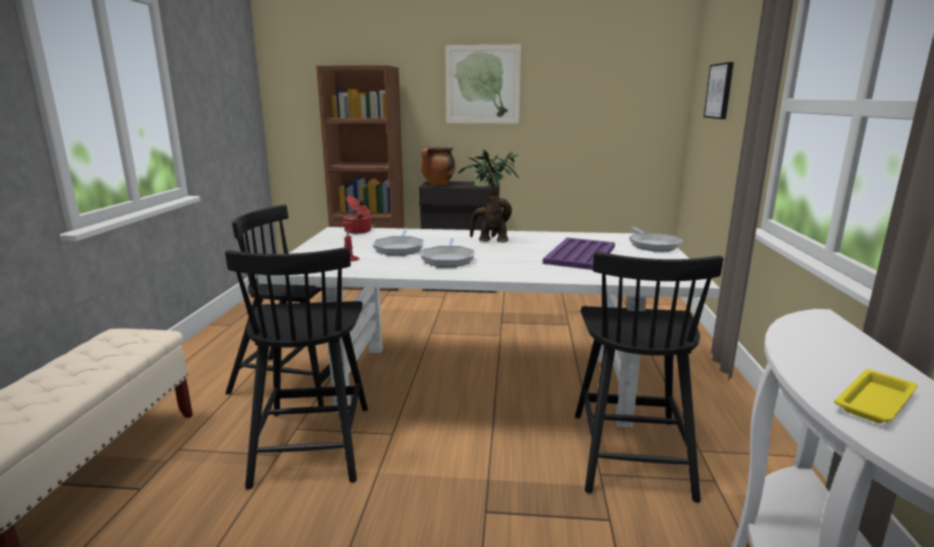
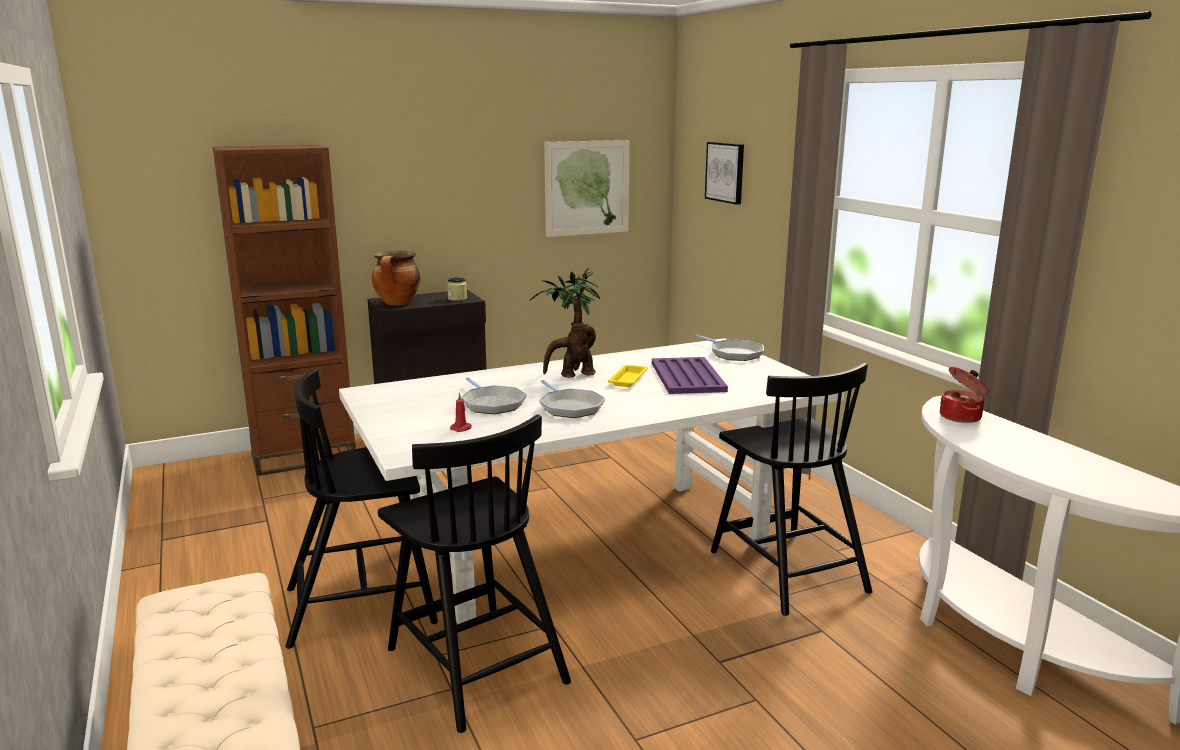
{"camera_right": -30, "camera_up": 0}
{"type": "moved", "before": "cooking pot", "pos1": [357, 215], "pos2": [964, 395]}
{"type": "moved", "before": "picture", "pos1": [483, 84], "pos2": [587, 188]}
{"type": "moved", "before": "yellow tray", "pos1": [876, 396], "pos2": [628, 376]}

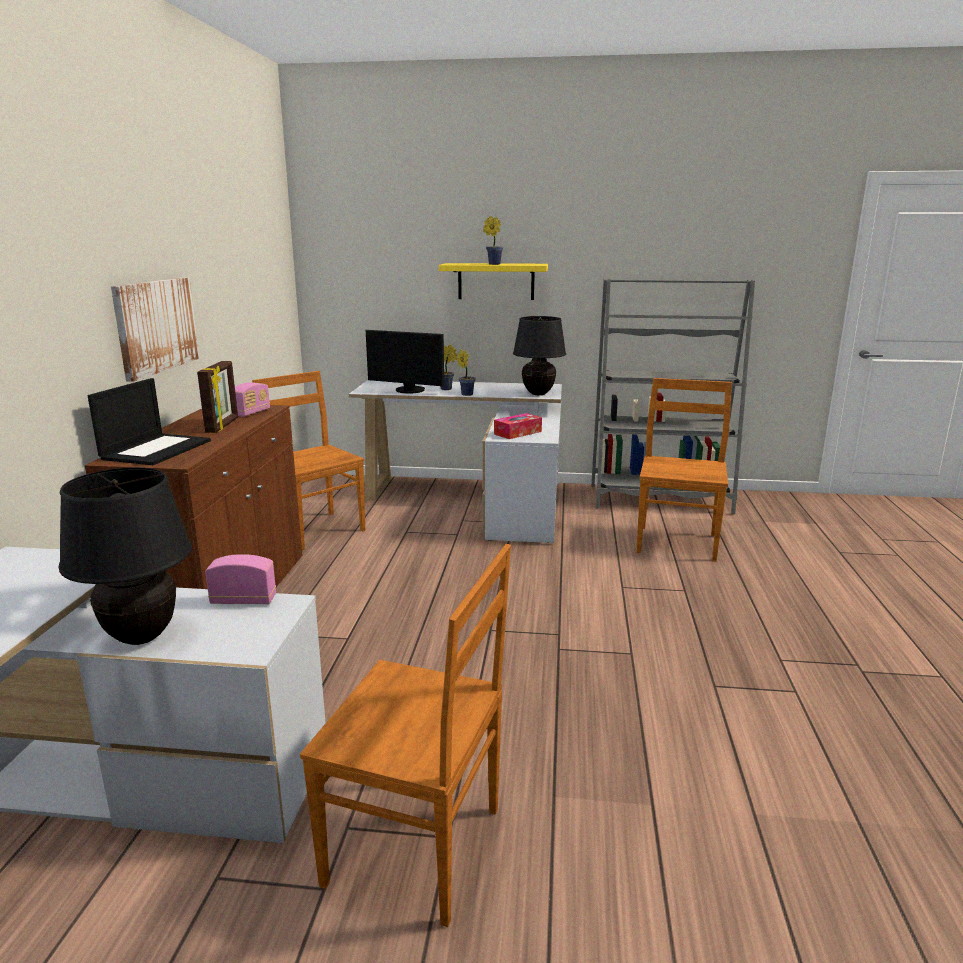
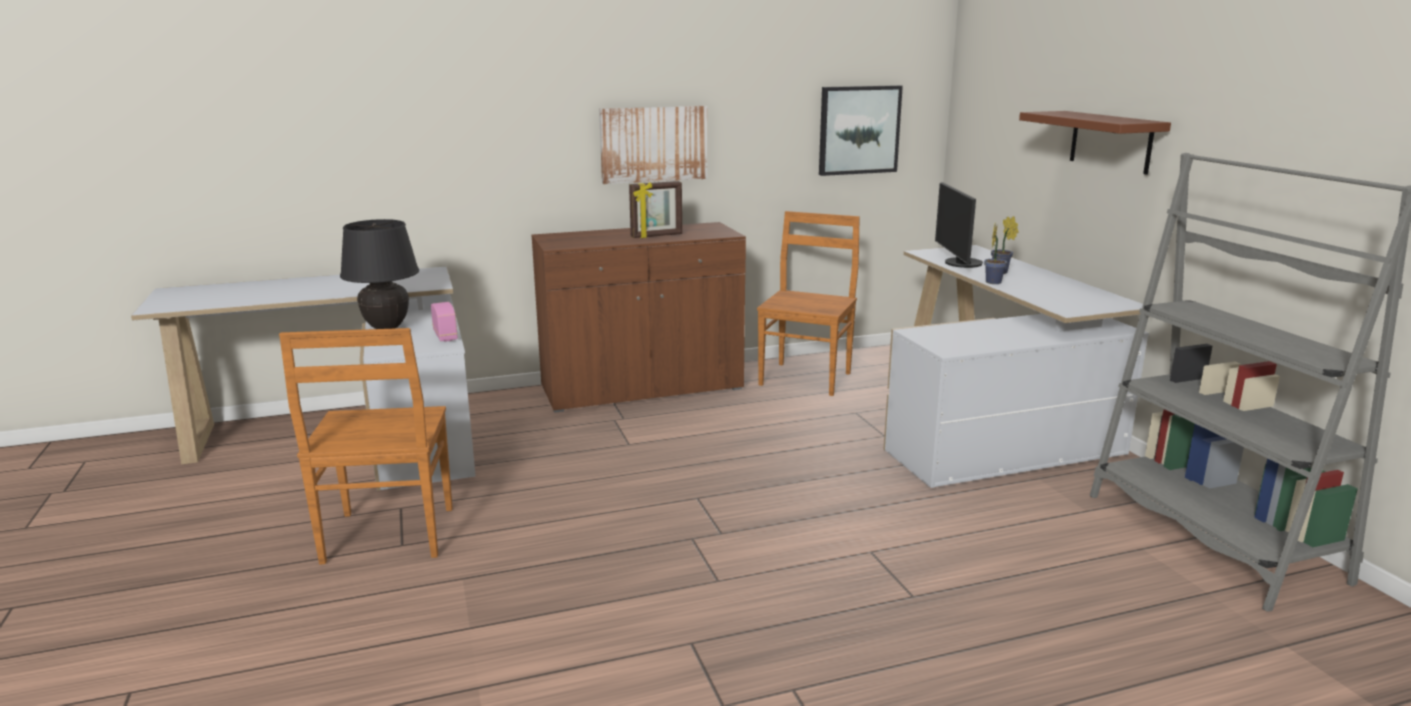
{"camera_right": 65, "camera_up": 0}
{"type": "removed", "before": "laptop", "pos1": [149, 421]}
{"type": "removed", "before": "radio", "pos1": [252, 399]}
{"type": "recoloured", "before": "yellow shelf", "after": "brown shelf", "pos1": [493, 281], "pos2": [1095, 143]}
{"type": "removed", "before": "potted plant", "pos1": [493, 240]}
{"type": "removed", "before": "tissue box", "pos1": [518, 426]}
{"type": "removed", "before": "black table lamp", "pos1": [539, 355]}
{"type": "removed", "before": "brown chair", "pos1": [684, 470]}
{"type": "added", "after": "picture", "pos2": [861, 130]}

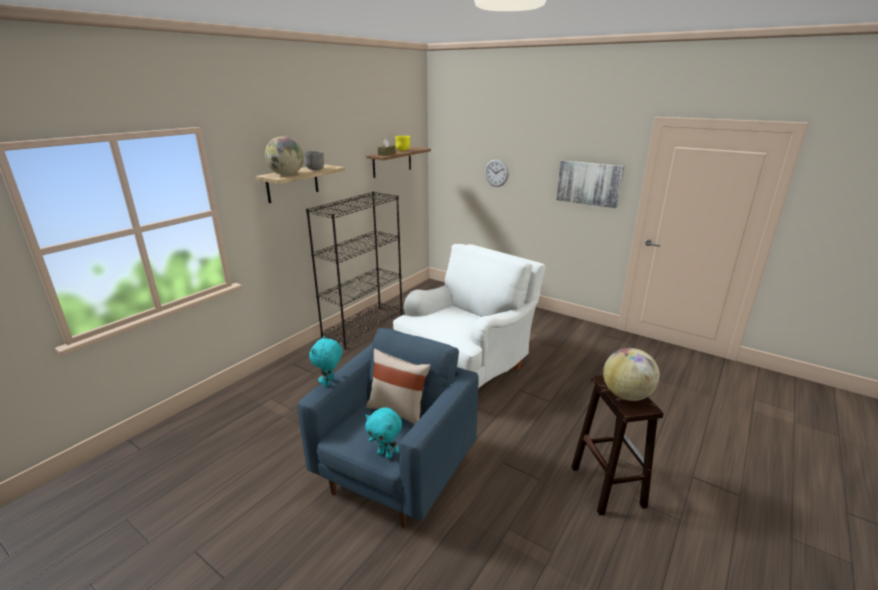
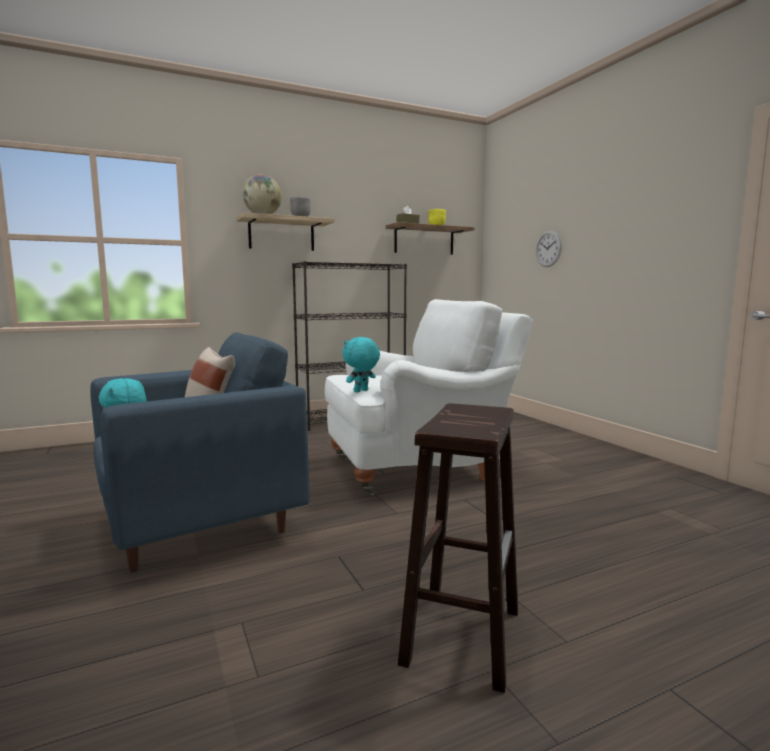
{"camera_right": 30, "camera_up": -15}
{"type": "moved", "before": "turquoise plush toy", "pos1": [325, 361], "pos2": [361, 364]}
{"type": "removed", "before": "picture", "pos1": [590, 184]}
{"type": "removed", "before": "globe", "pos1": [631, 374]}

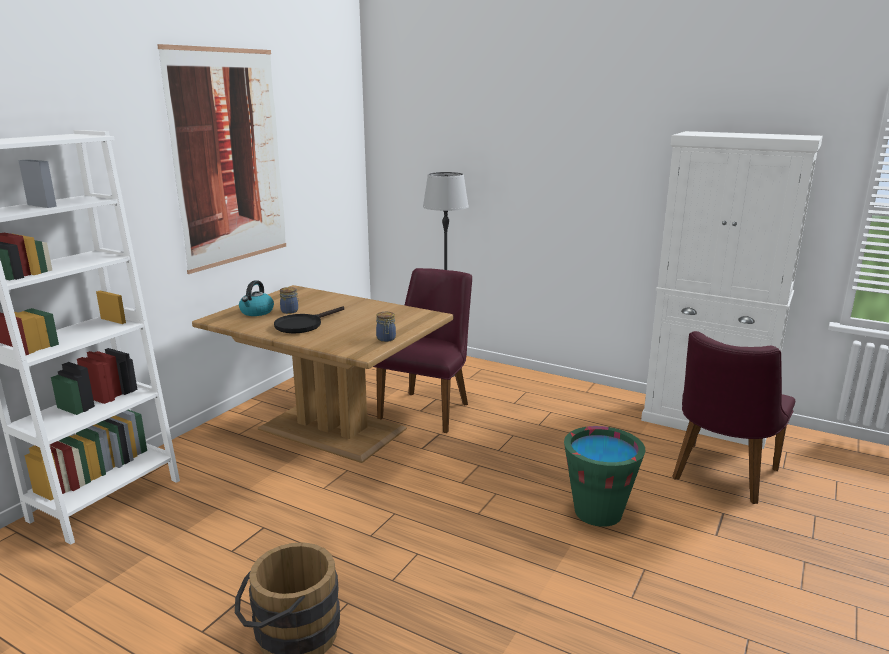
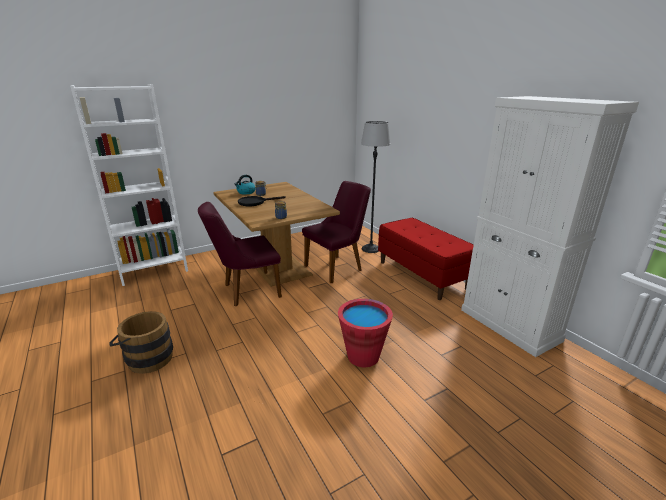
{"camera_right": 30, "camera_up": 5}
{"type": "removed", "before": "picture", "pos1": [221, 159]}
{"type": "recoloured", "before": "green bucket", "after": "red bucket", "pos1": [605, 476], "pos2": [365, 333]}
{"type": "moved", "before": "purple chair", "pos1": [733, 417], "pos2": [240, 254]}
{"type": "added", "after": "red bench", "pos2": [426, 259]}

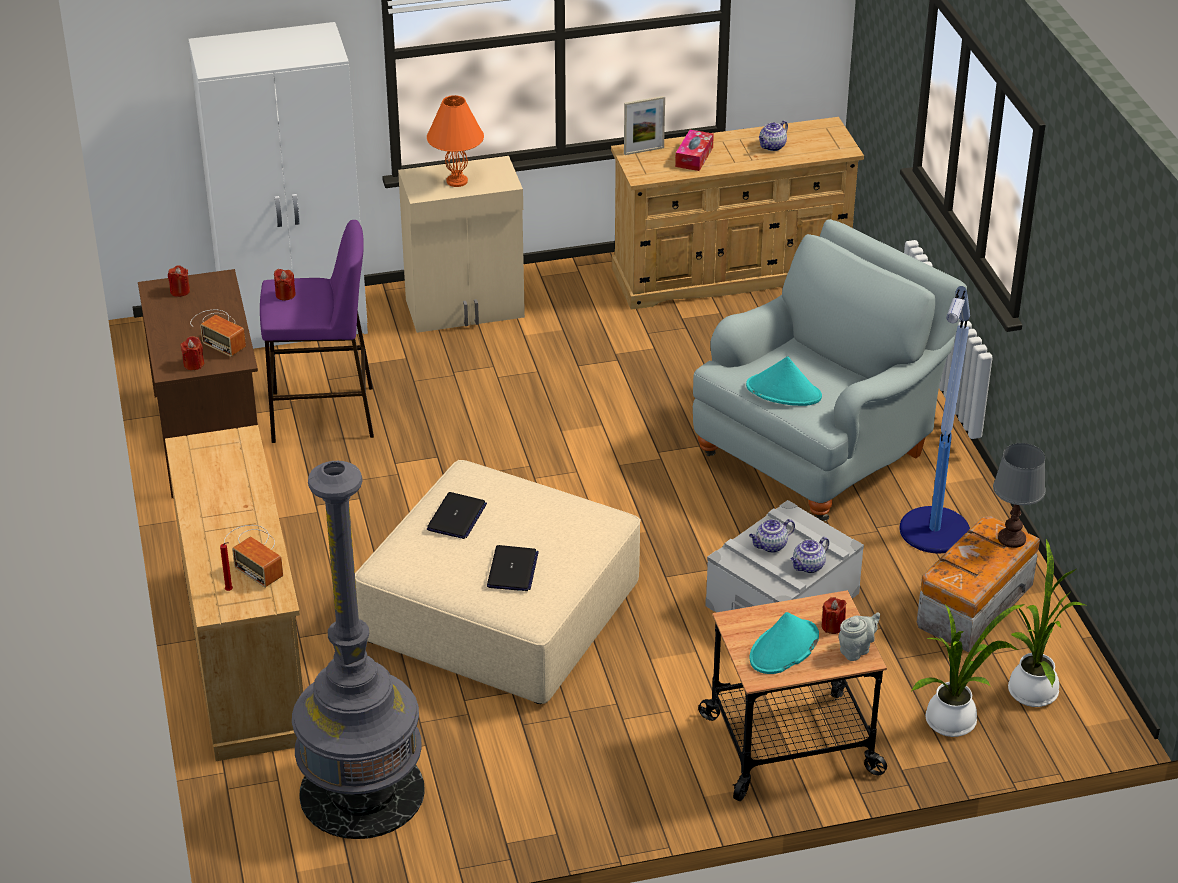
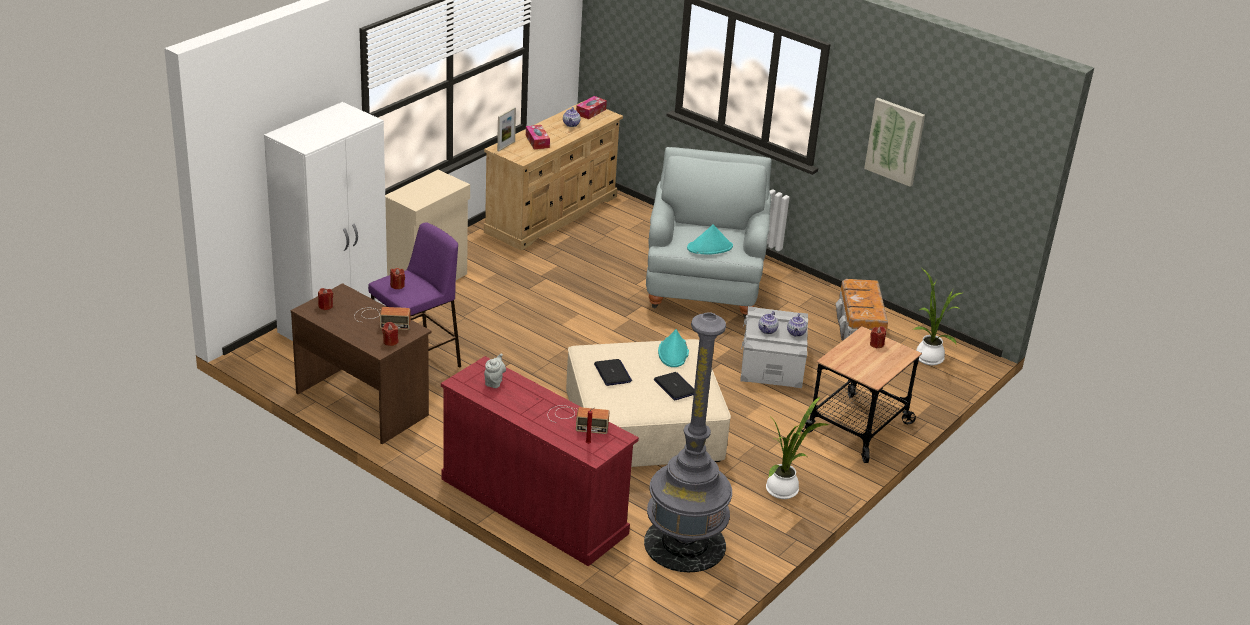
{"camera_right": -40, "camera_up": -5}
{"type": "recoloured", "before": "beige dresser", "after": "red dresser", "pos1": [234, 593], "pos2": [540, 461]}
{"type": "removed", "before": "orange table lamp", "pos1": [455, 141]}
{"type": "moved", "before": "turquoise hat", "pos1": [784, 643], "pos2": [673, 348]}
{"type": "moved", "before": "grey teapot", "pos1": [859, 636], "pos2": [495, 370]}
{"type": "removed", "before": "floor lamp", "pos1": [934, 419]}
{"type": "moved", "before": "potted plant", "pos1": [968, 670], "pos2": [797, 448]}
{"type": "removed", "before": "grey table lamp", "pos1": [1019, 495]}
{"type": "added", "after": "tissue box", "pos2": [591, 107]}
{"type": "added", "after": "picture", "pos2": [894, 142]}

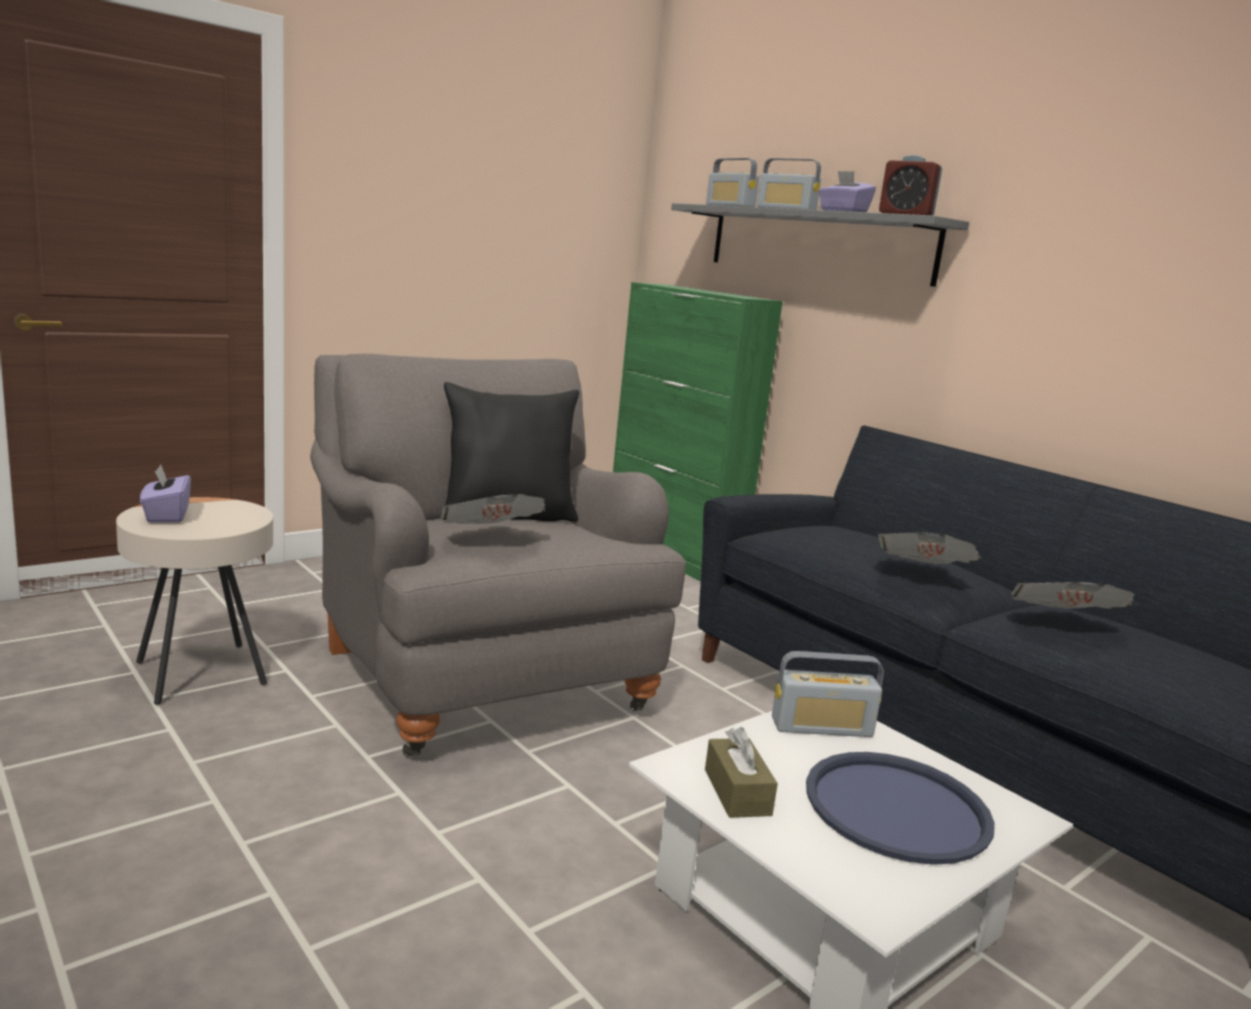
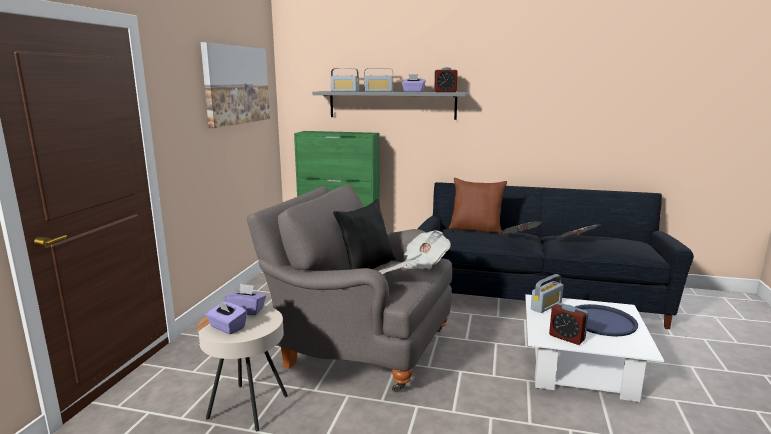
{"camera_right": -35, "camera_up": 0}
{"type": "replaced", "before": "brown tissue box", "after": "alarm clock", "pos1": [741, 772], "pos2": [569, 324]}
{"type": "added", "after": "picture", "pos2": [235, 85]}
{"type": "added", "after": "purple tissue box", "pos2": [245, 299]}
{"type": "added", "after": "newspaper", "pos2": [427, 249]}
{"type": "added", "after": "brown pillow", "pos2": [478, 205]}

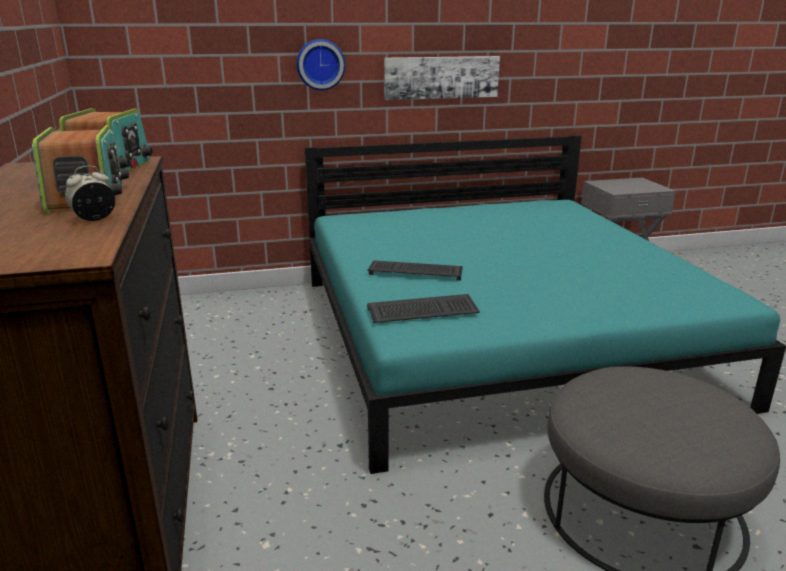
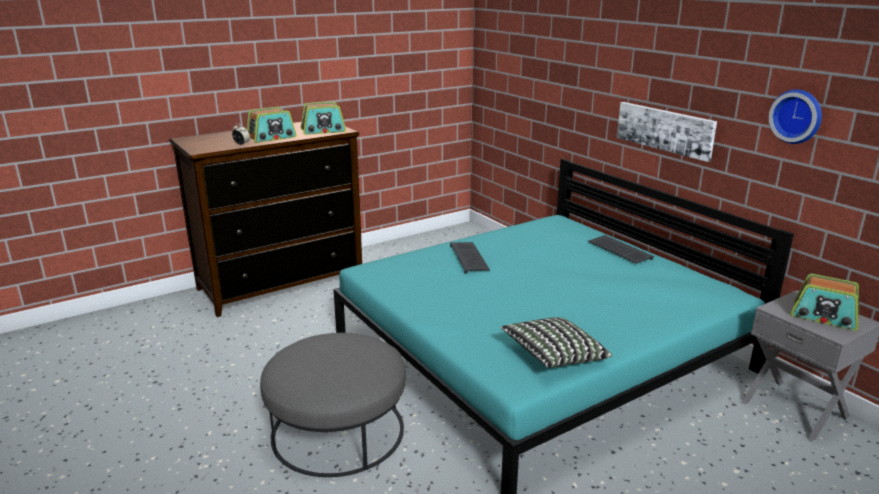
{"camera_right": 70, "camera_up": 0}
{"type": "moved", "before": "wall clock", "pos1": [320, 64], "pos2": [795, 116]}
{"type": "moved", "before": "keyboard", "pos1": [423, 308], "pos2": [621, 249]}
{"type": "added", "after": "pillow", "pos2": [556, 342]}
{"type": "added", "after": "radio", "pos2": [825, 302]}

